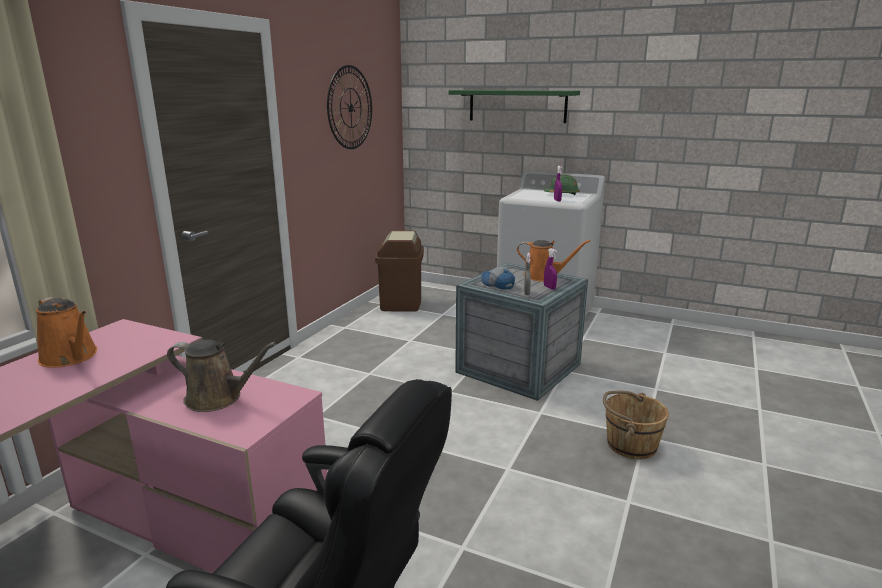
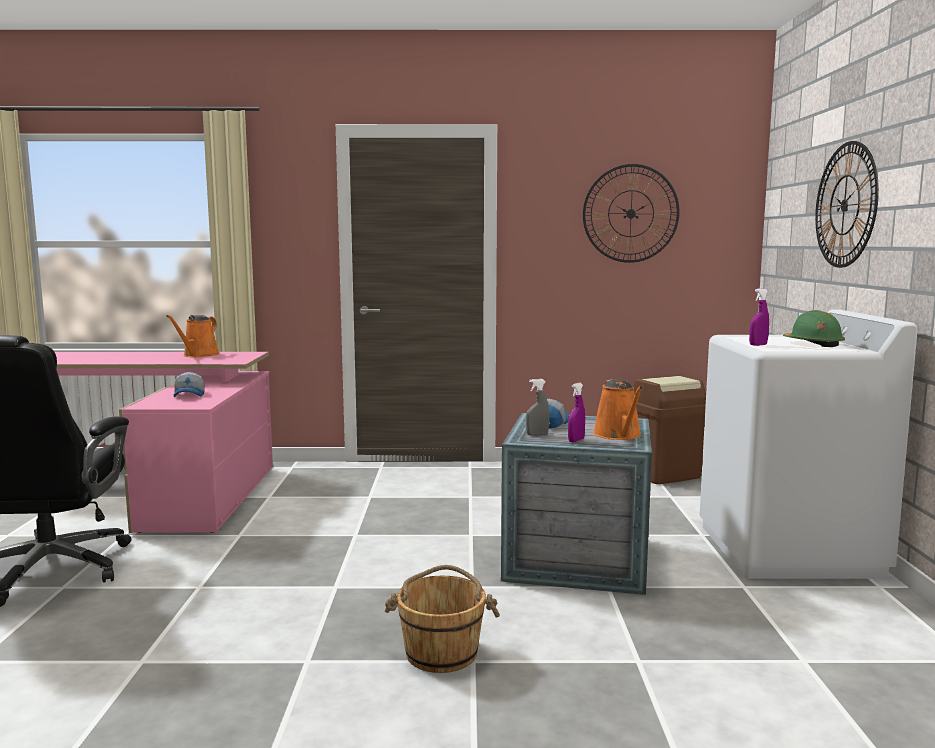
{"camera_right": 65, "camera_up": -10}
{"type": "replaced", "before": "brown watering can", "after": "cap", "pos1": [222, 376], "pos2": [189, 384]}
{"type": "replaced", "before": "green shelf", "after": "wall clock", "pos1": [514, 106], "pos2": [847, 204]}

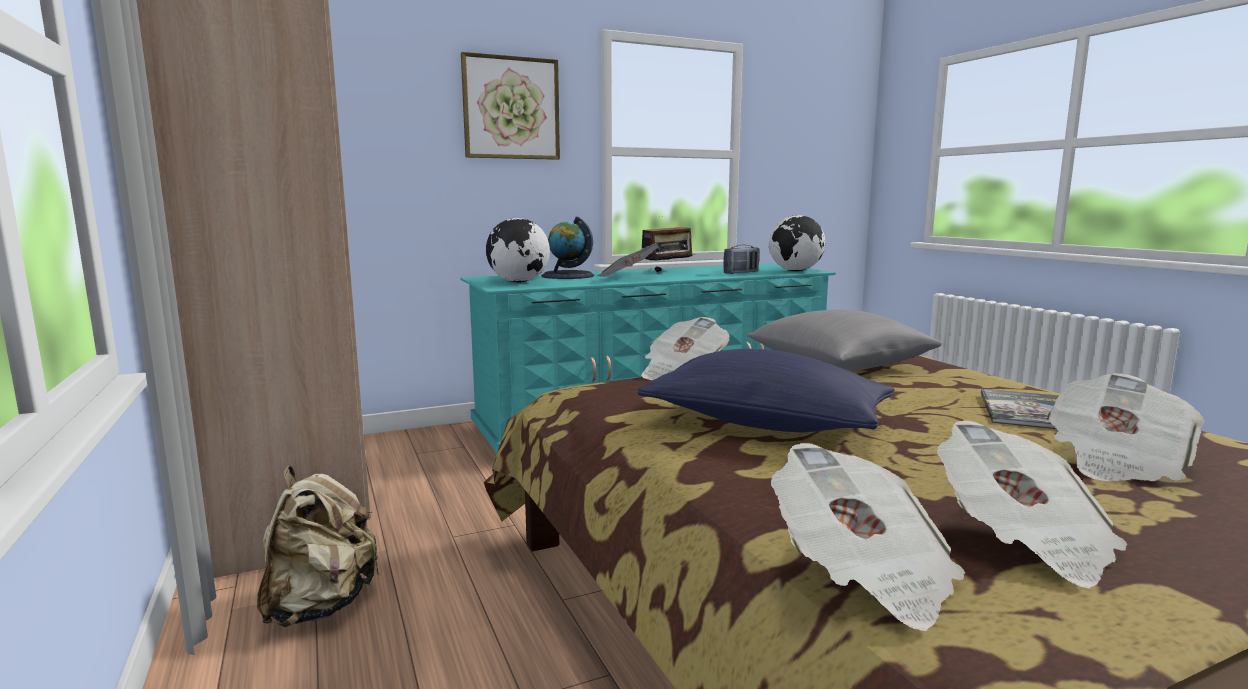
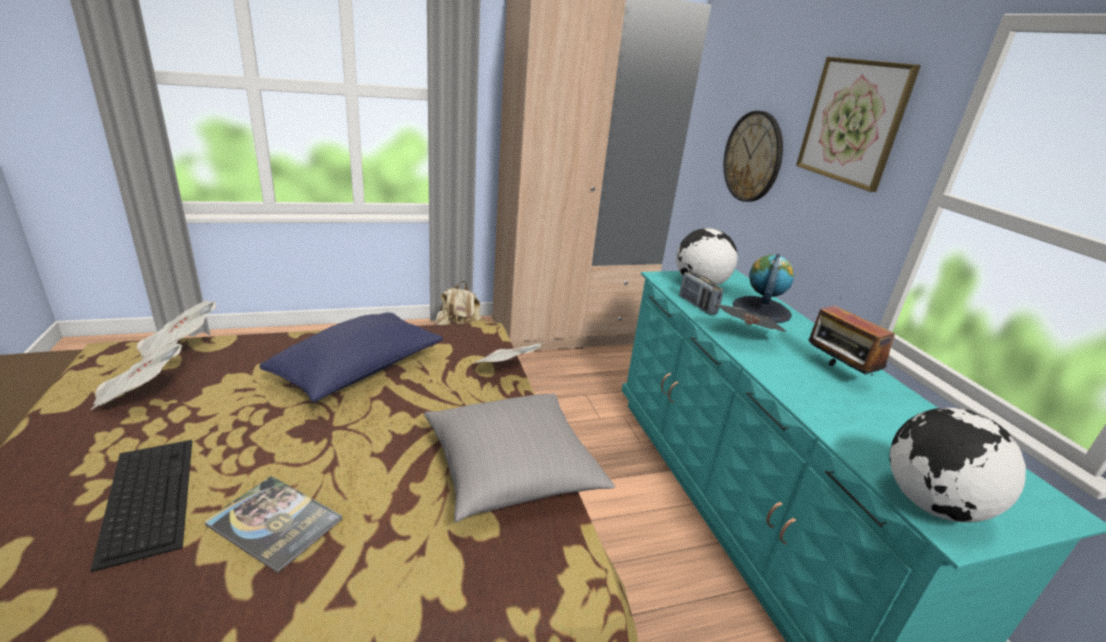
{"camera_right": 95, "camera_up": 15}
{"type": "moved", "before": "radio", "pos1": [741, 259], "pos2": [701, 293]}
{"type": "replaced", "before": "newspaper", "after": "keyboard", "pos1": [1125, 427], "pos2": [141, 506]}
{"type": "added", "after": "wall clock", "pos2": [753, 156]}

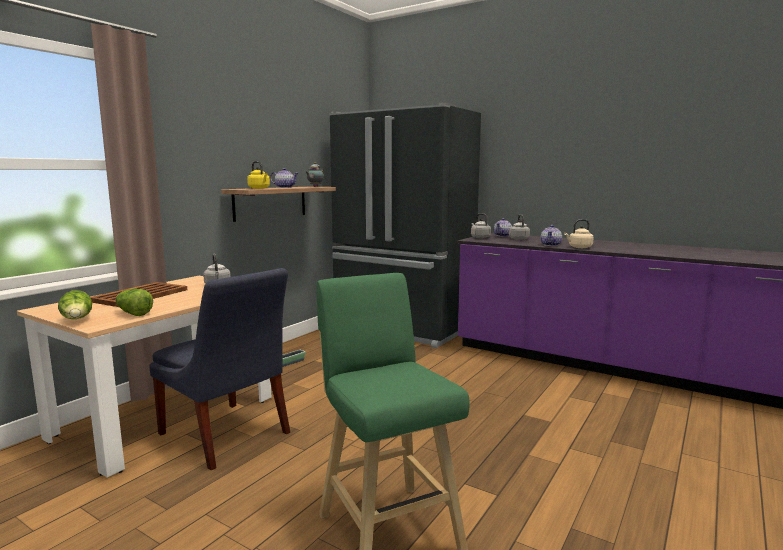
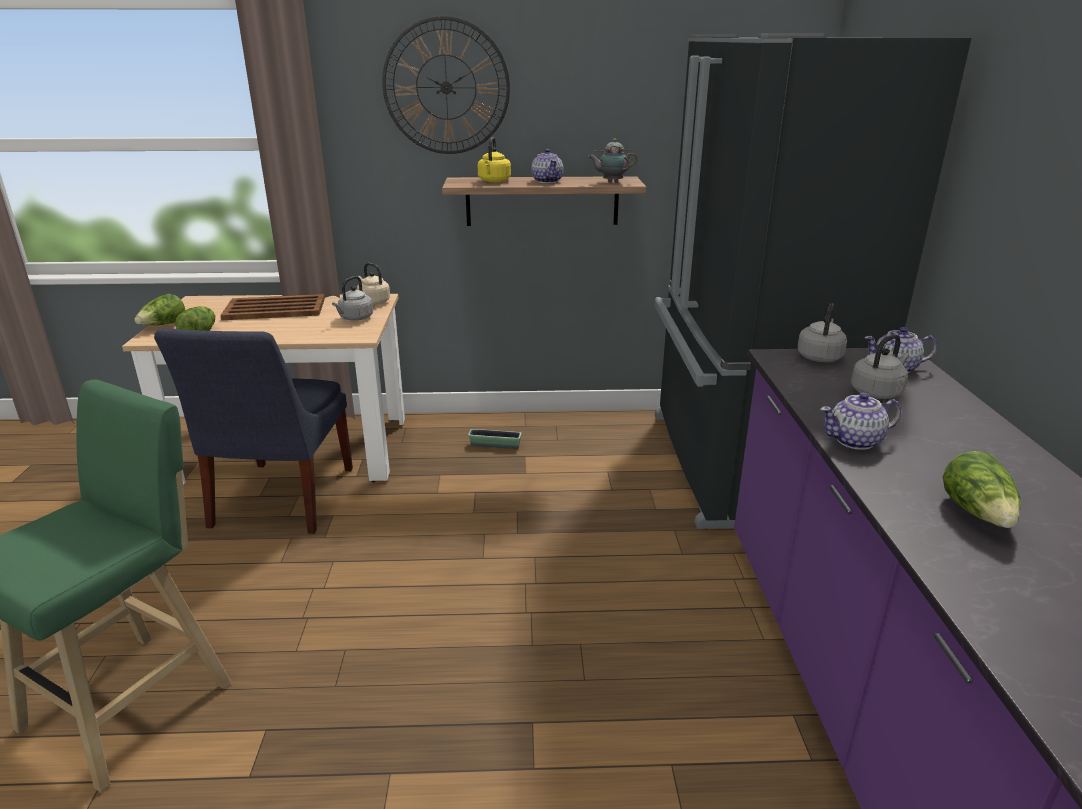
{"camera_right": 55, "camera_up": 15}
{"type": "moved", "before": "beige kettle", "pos1": [579, 233], "pos2": [373, 284]}
{"type": "added", "after": "wall clock", "pos2": [446, 85]}
{"type": "added", "after": "lettuce", "pos2": [982, 489]}

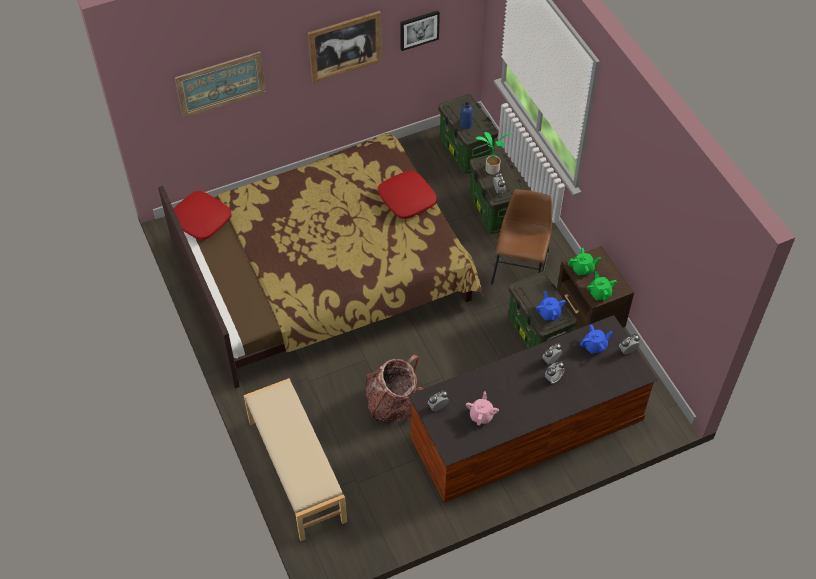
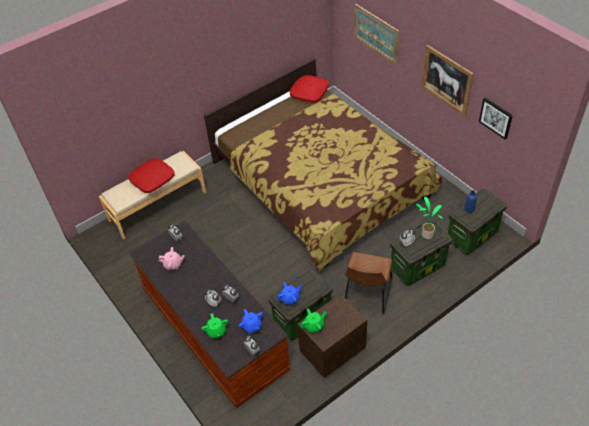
{"camera_right": 80, "camera_up": -5}
{"type": "removed", "before": "backpack", "pos1": [395, 389]}
{"type": "moved", "before": "red pillow", "pos1": [407, 195], "pos2": [151, 175]}
{"type": "turned", "before": "brown chair", "pos1": [521, 237], "pos2": [368, 283], "turn": 105}
{"type": "moved", "before": "green teapot", "pos1": [584, 261], "pos2": [214, 325]}

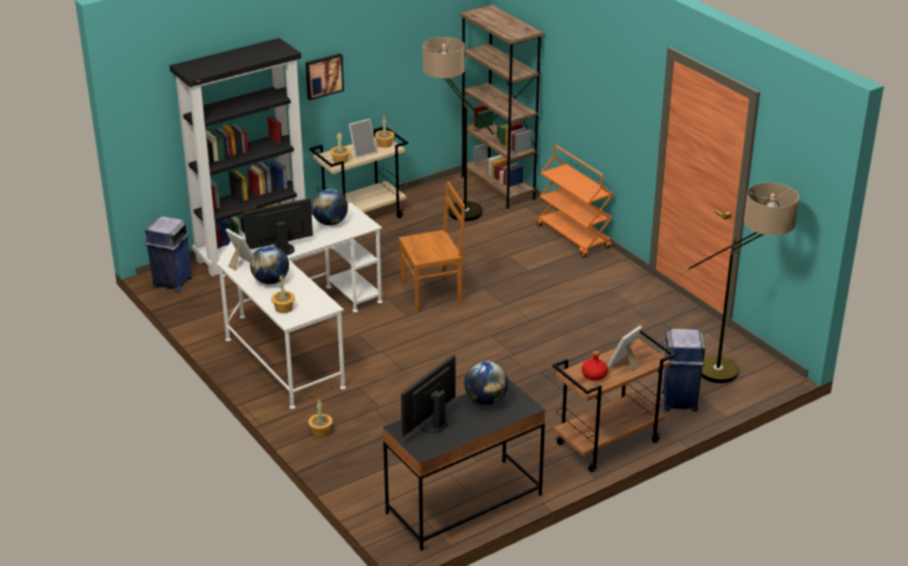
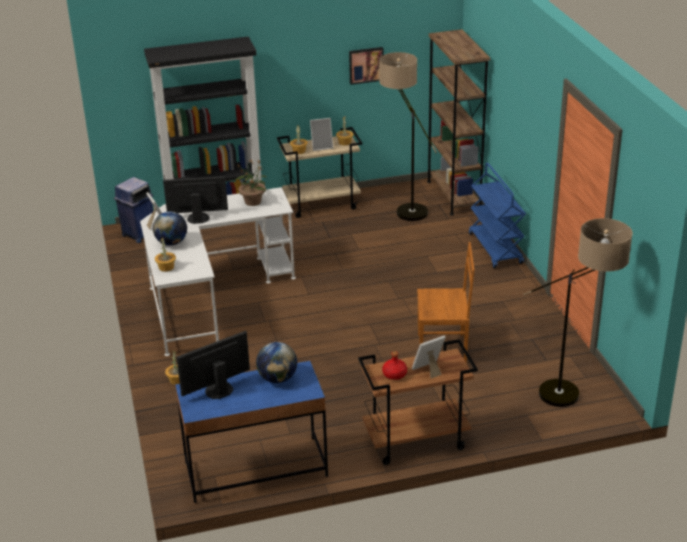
{"camera_right": 20, "camera_up": 0}
{"type": "moved", "before": "picture", "pos1": [324, 76], "pos2": [366, 66]}
{"type": "replaced", "before": "globe", "after": "potted plant", "pos1": [329, 207], "pos2": [250, 182]}
{"type": "recoloured", "before": "black desk", "after": "blue desk", "pos1": [464, 465], "pos2": [251, 432]}
{"type": "moved", "before": "brown chair", "pos1": [432, 246], "pos2": [446, 303]}
{"type": "recoloured", "before": "orange cart", "after": "blue cart", "pos1": [575, 201], "pos2": [497, 216]}
{"type": "removed", "before": "blue trash can", "pos1": [683, 370]}

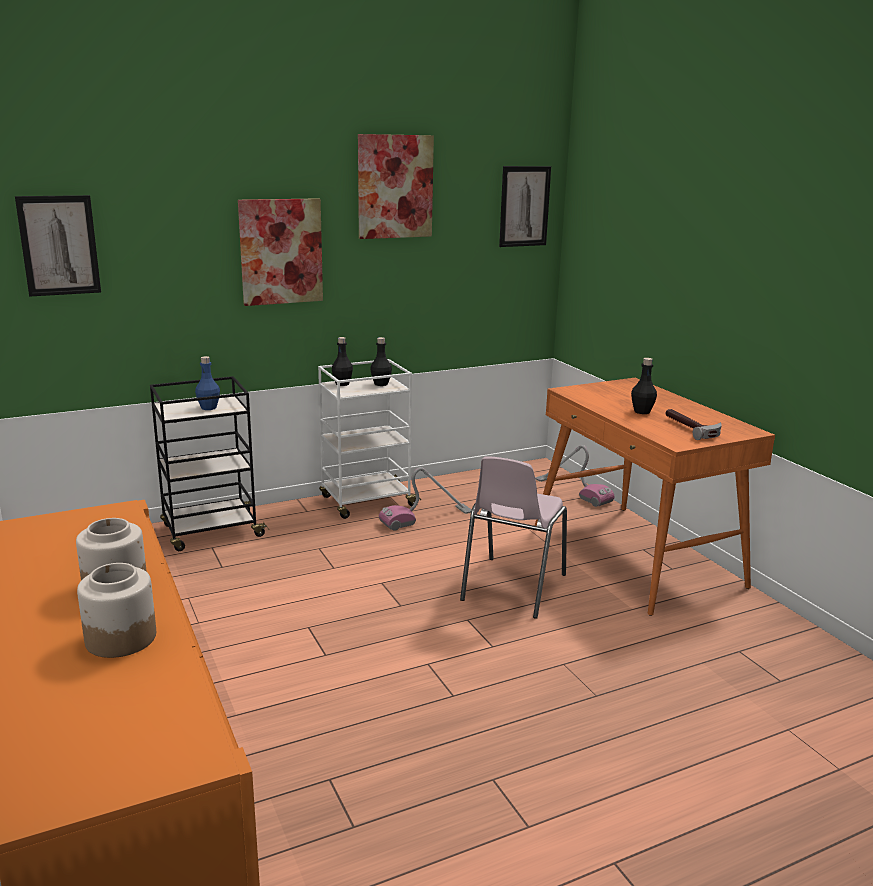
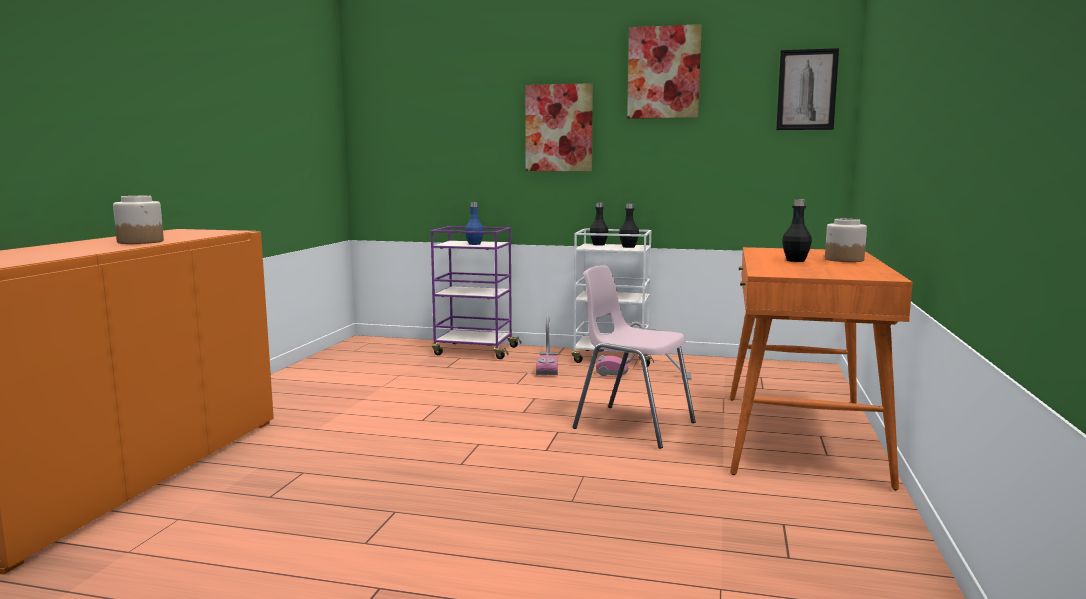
{"camera_right": 40, "camera_up": -10}
{"type": "removed", "before": "picture", "pos1": [58, 246]}
{"type": "moved", "before": "jar", "pos1": [116, 610], "pos2": [846, 240]}
{"type": "recoloured", "before": "black cart", "after": "purple cart", "pos1": [209, 463], "pos2": [476, 292]}
{"type": "turned", "before": "pink chair", "pos1": [513, 537], "pos2": [634, 357], "turn": 60}
{"type": "moved", "before": "vacuum cleaner", "pos1": [574, 476], "pos2": [547, 345]}
{"type": "removed", "before": "hammer", "pos1": [694, 424]}

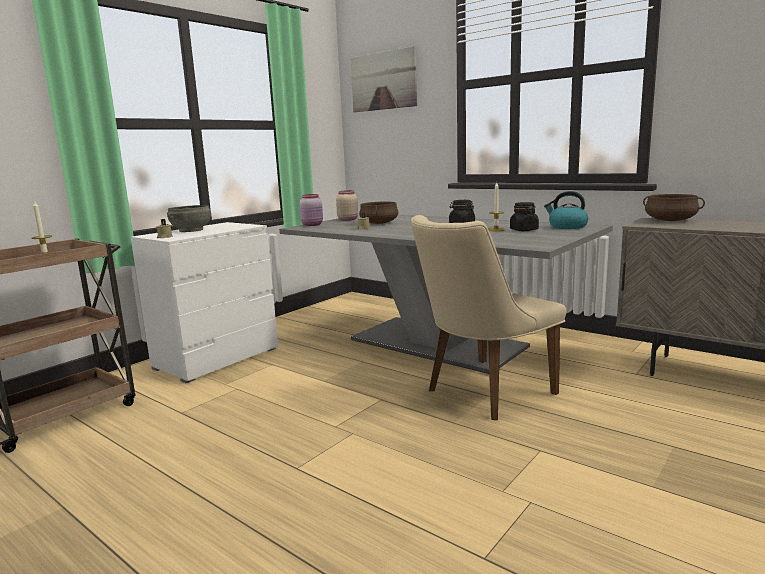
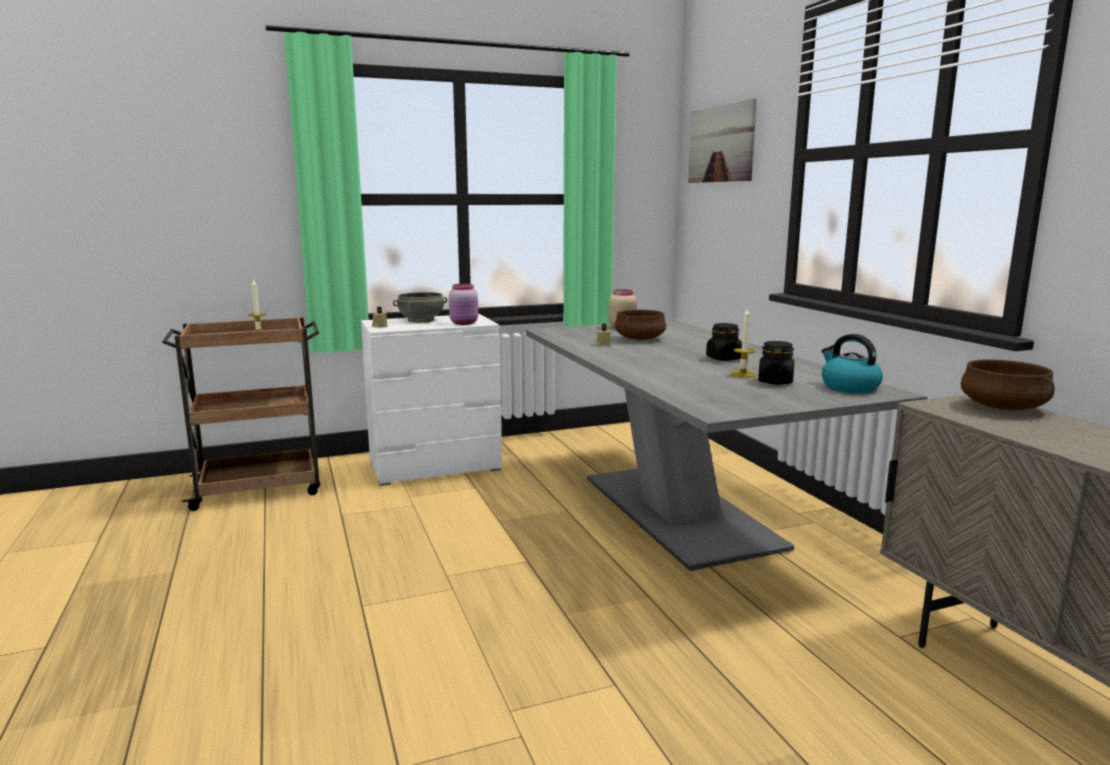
{"camera_right": 30, "camera_up": 0}
{"type": "moved", "before": "pink jar", "pos1": [311, 210], "pos2": [463, 304]}
{"type": "removed", "before": "beige chair", "pos1": [489, 317]}

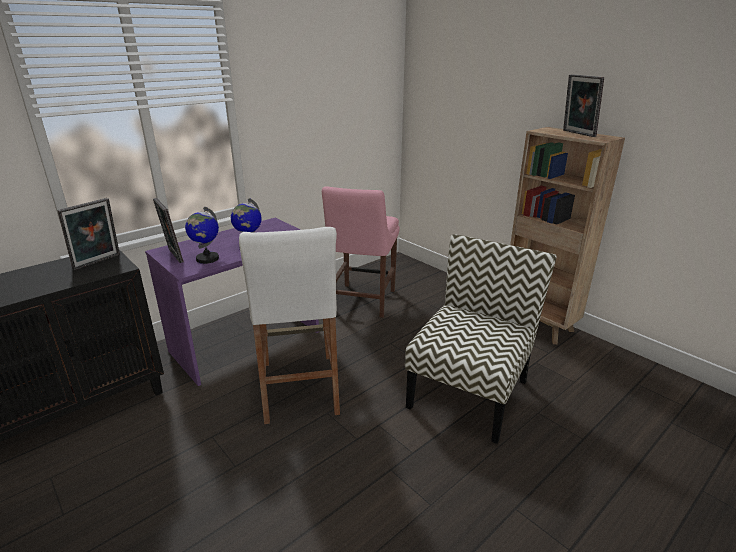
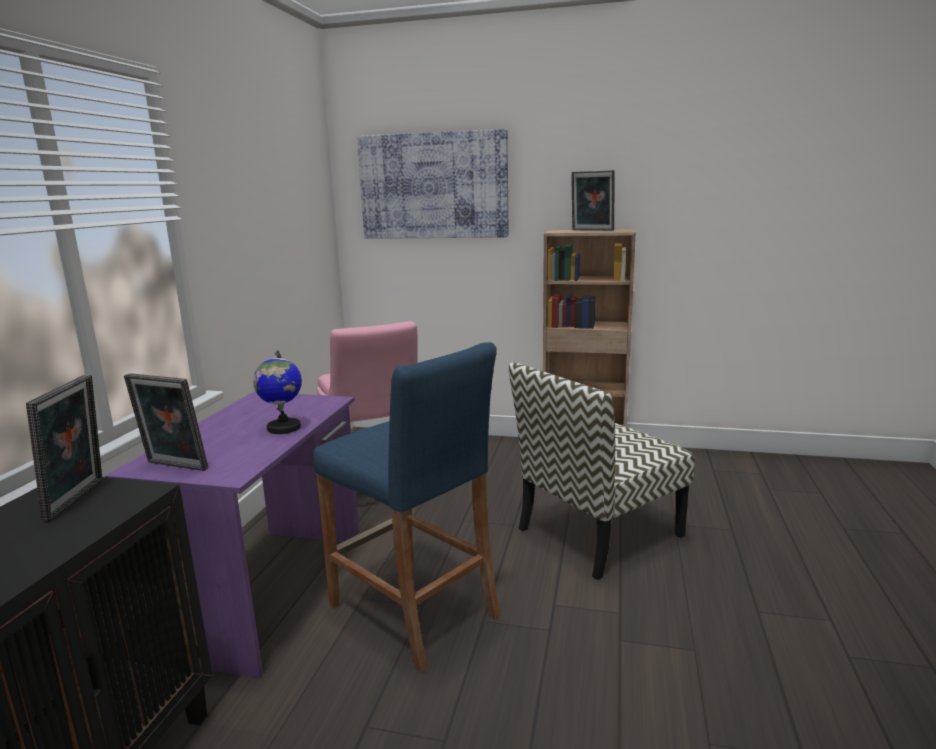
{"camera_right": -35, "camera_up": -10}
{"type": "removed", "before": "globe", "pos1": [202, 235]}
{"type": "recoloured", "before": "white stool", "after": "blue stool", "pos1": [289, 325], "pos2": [406, 507]}
{"type": "turned", "before": "chair", "pos1": [481, 339], "pos2": [602, 471], "turn": -120}
{"type": "added", "after": "picture", "pos2": [432, 184]}

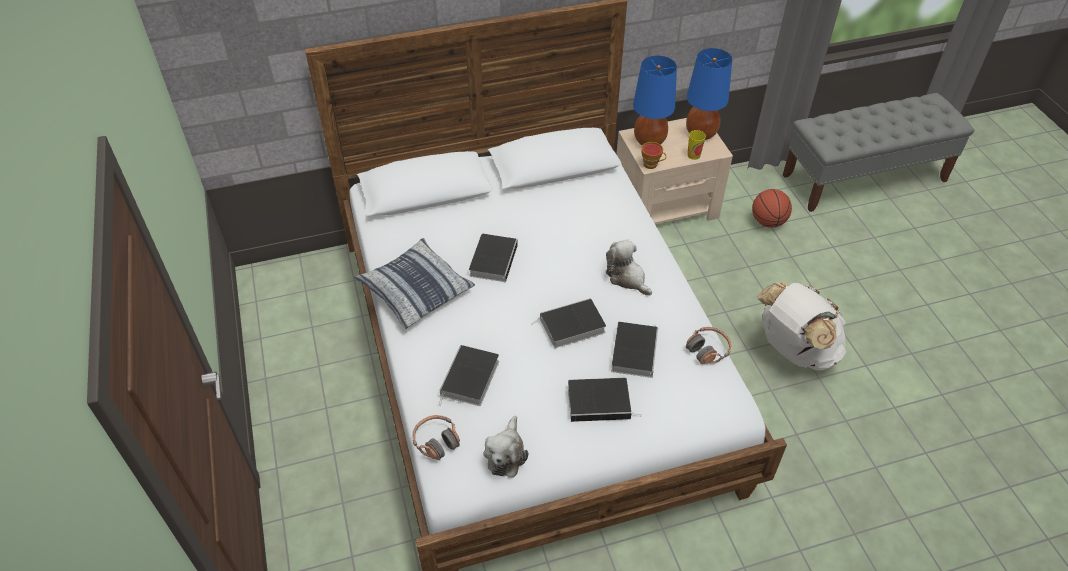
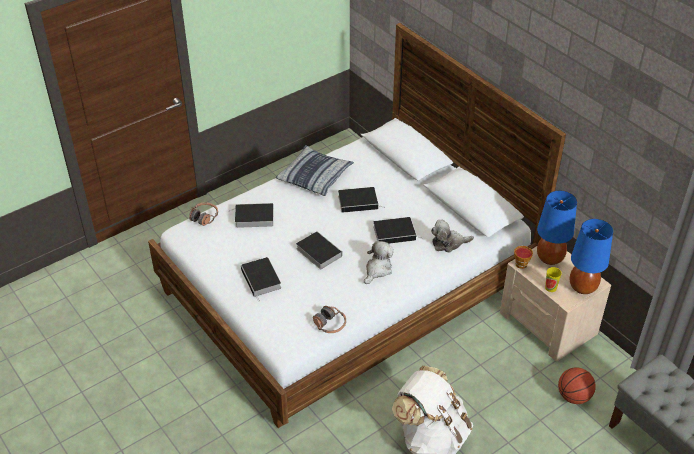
{"camera_right": 70, "camera_up": -5}
{"type": "moved", "before": "plush toy", "pos1": [505, 447], "pos2": [452, 236]}
{"type": "moved", "before": "book", "pos1": [634, 350], "pos2": [395, 230]}

